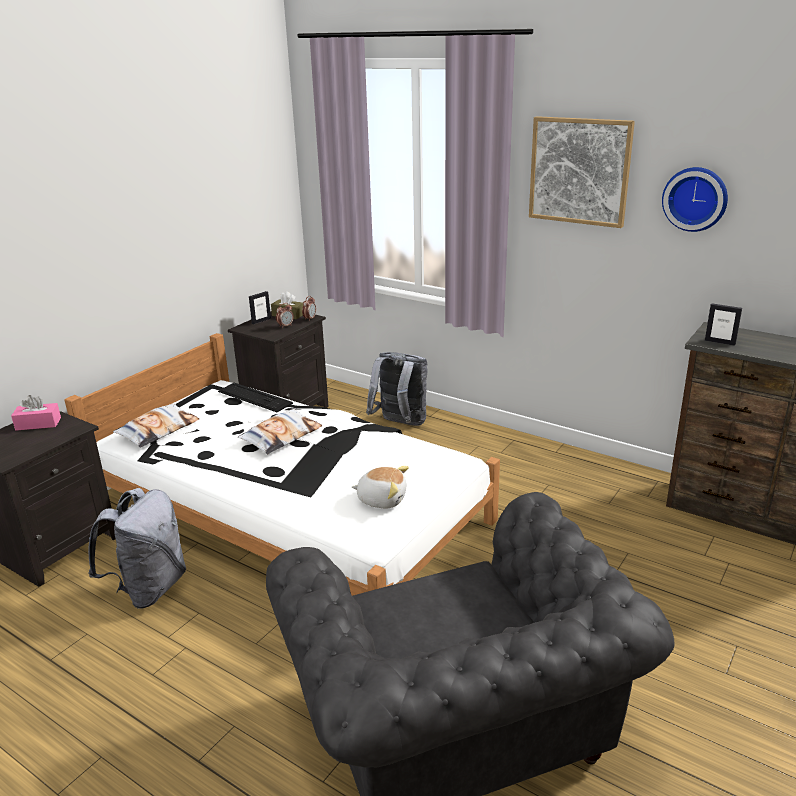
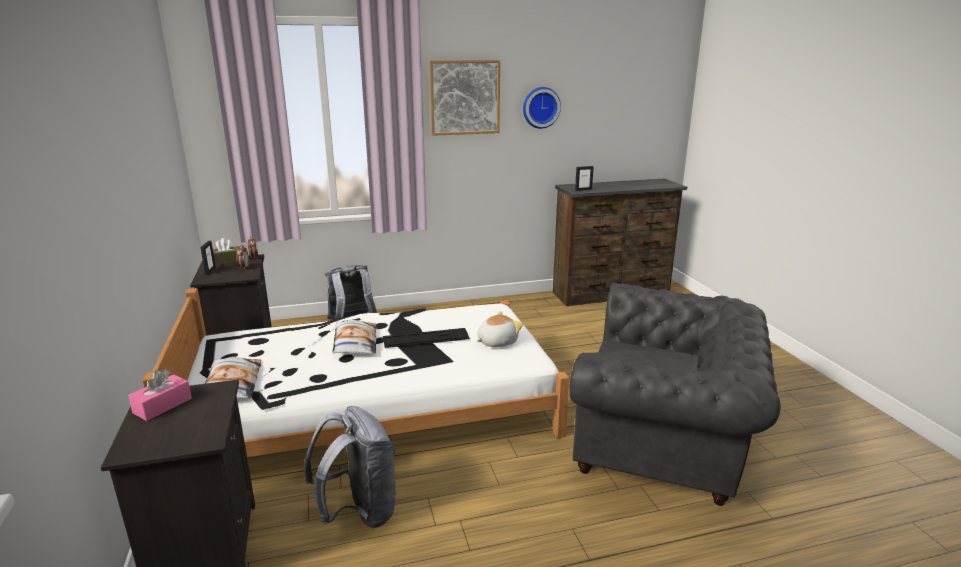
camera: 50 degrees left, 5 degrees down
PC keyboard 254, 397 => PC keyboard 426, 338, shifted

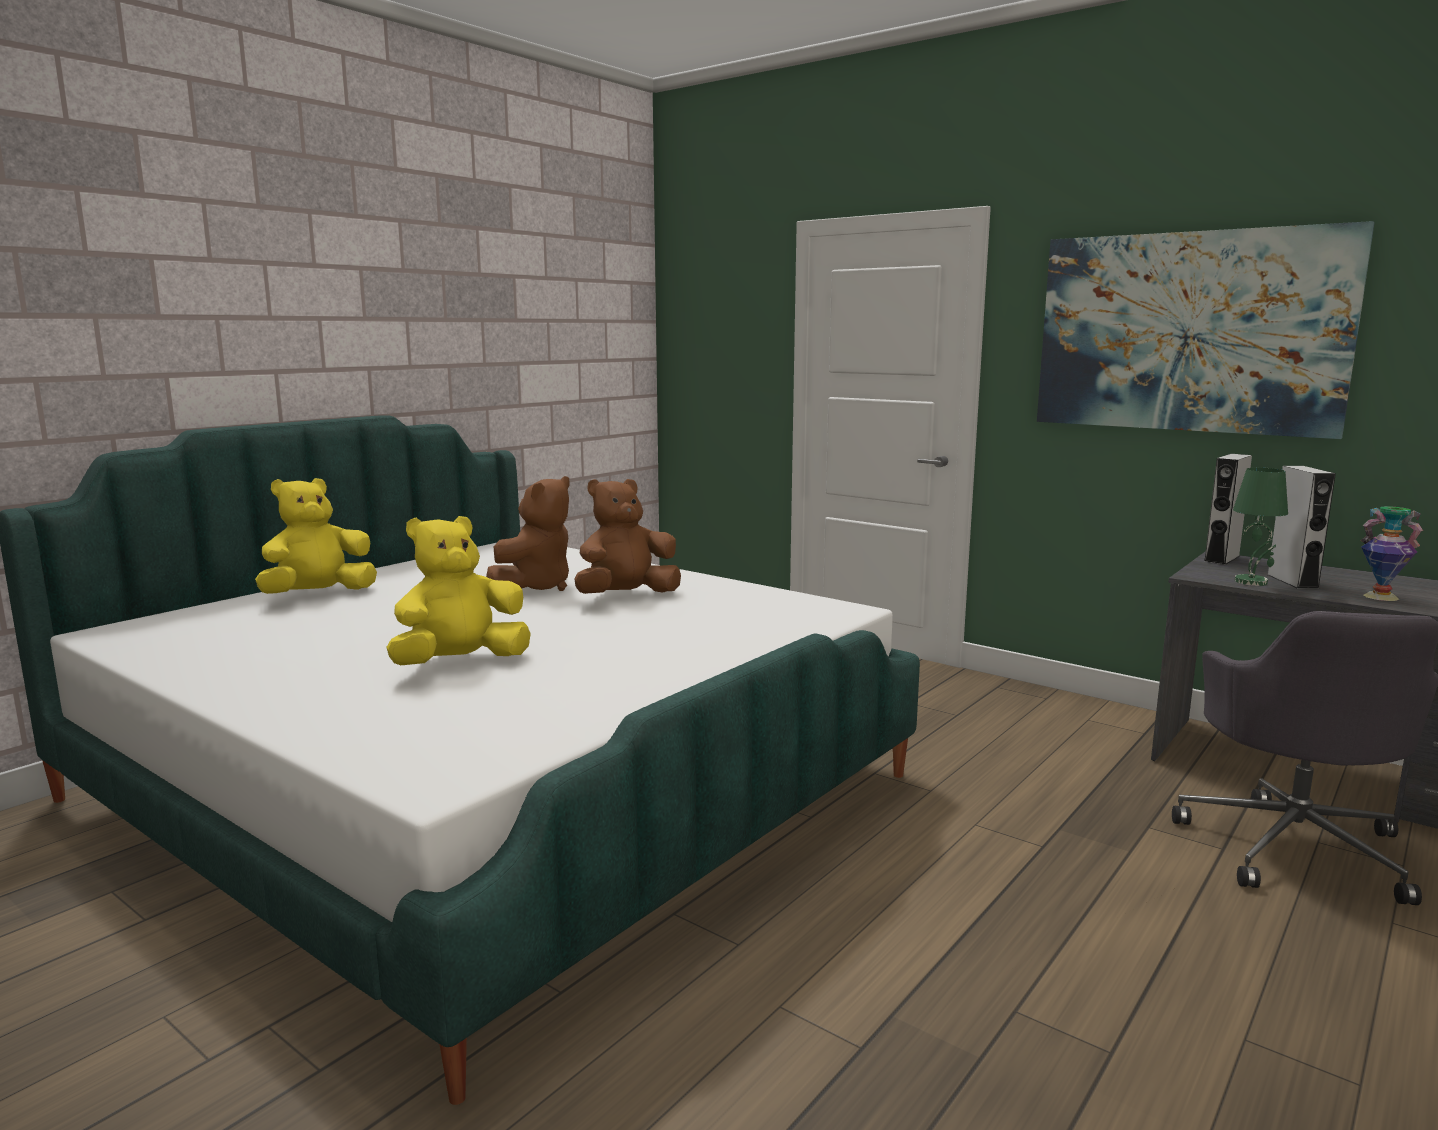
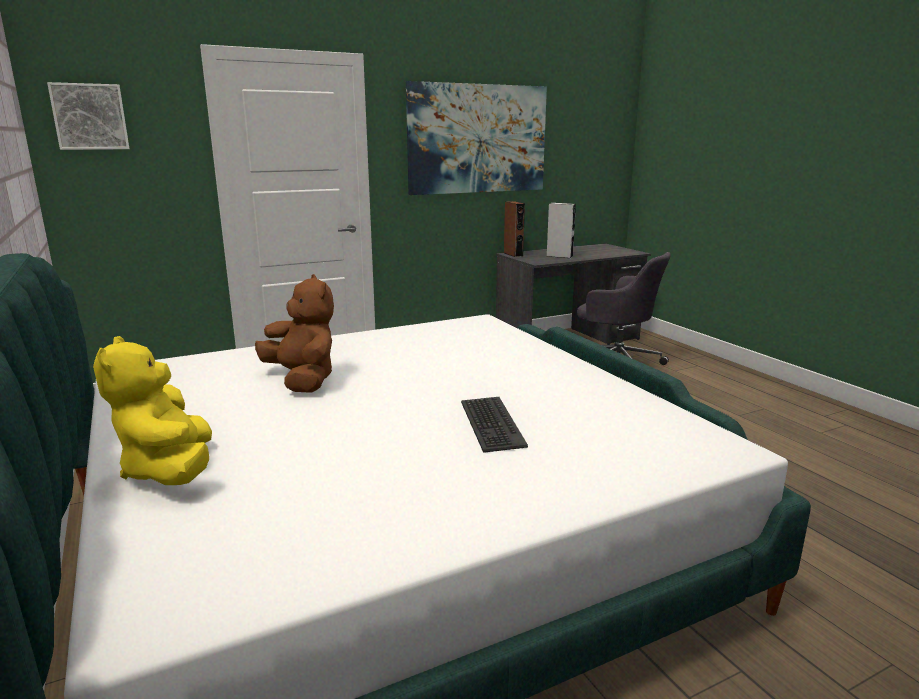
camera: 65 degrees left, 5 degrees up
nothing => picture 90, 117
yellow cuddly toy 460, 663 => PC keyboard 490, 424
greyish audio speaker 1221, 558 => brownish audio speaker 513, 254
brownish cuddly toy 626, 596 => nothing
greenish lamp for a table 1251, 582 => nothing
decorative vase 1380, 597 => nothing

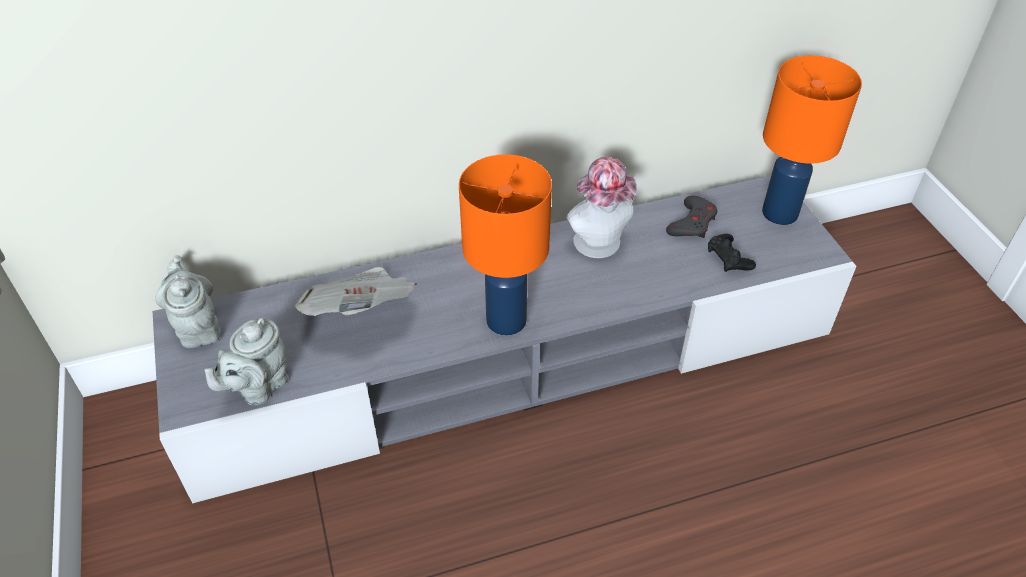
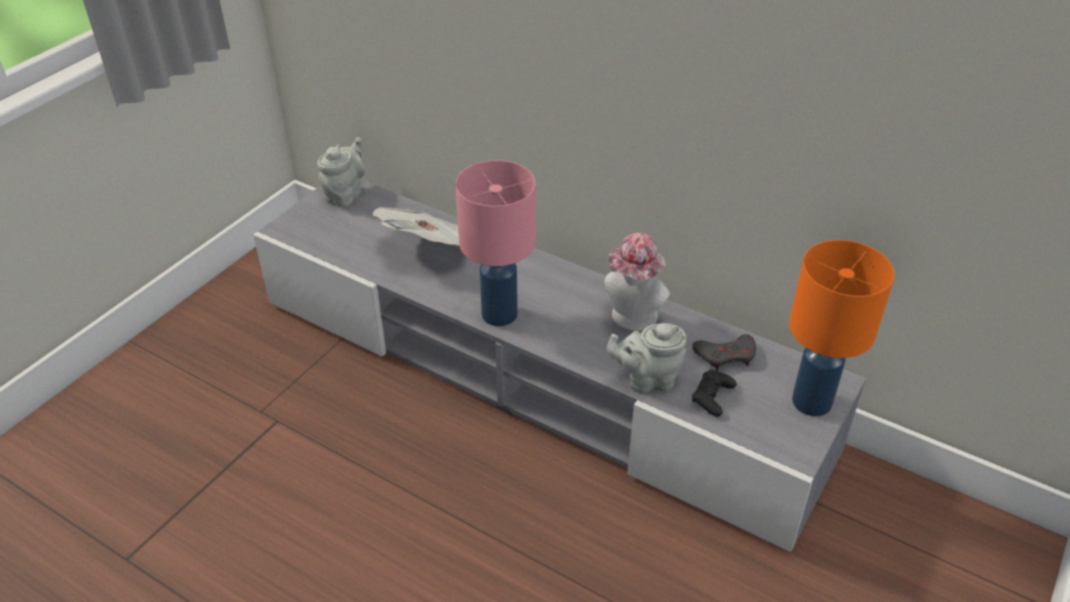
camera: 50 degrees right, 5 degrees down
orange-coloured lamp for a table 505, 319 => pink lamp for a table 500, 313
greyish tea pot 258, 387 => greyish tea pot 647, 380, shifted

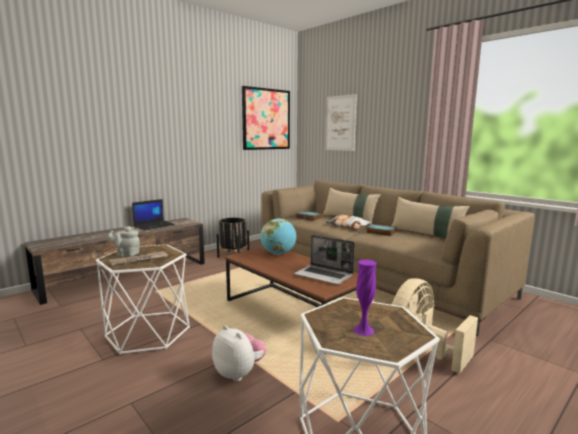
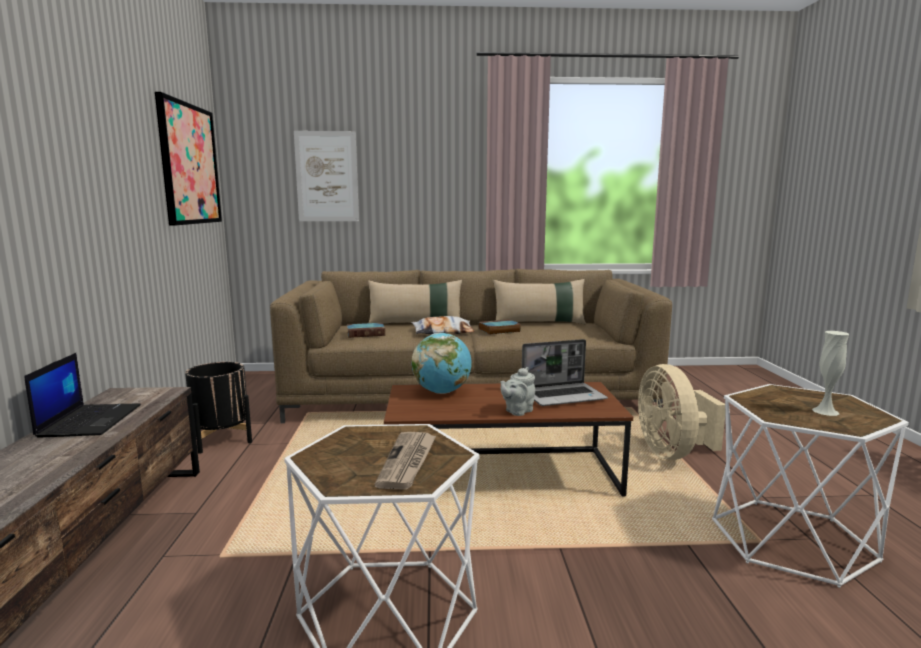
camera: 50 degrees left, 0 degrees up
greyish tea pot 126, 254 => greyish tea pot 517, 411, shifted
purplish decorative vase 363, 330 => whitish decorative vase 825, 411
cuddly toy 239, 373 => nothing

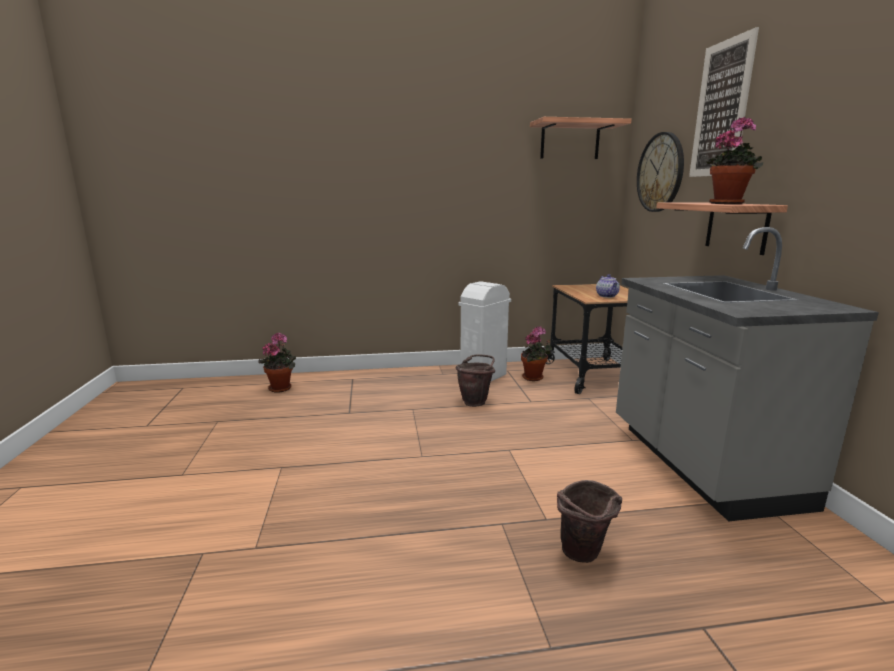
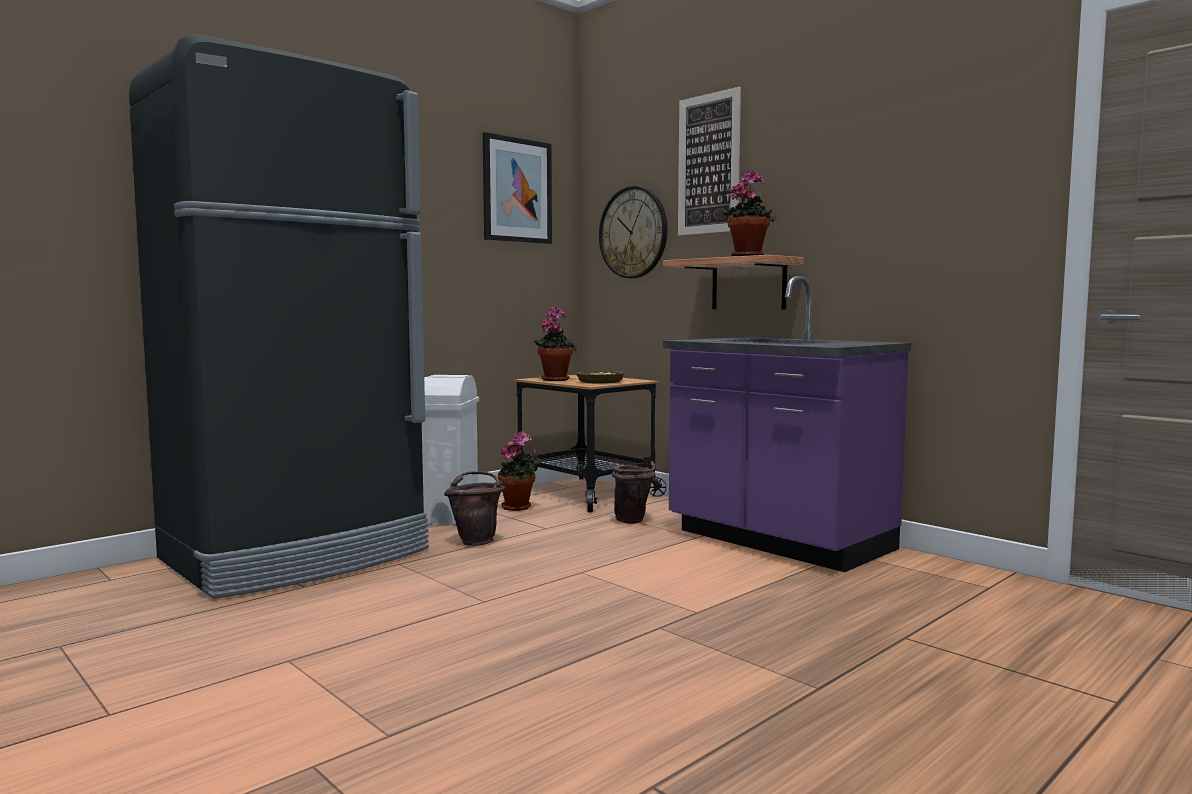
camera: 35 degrees left, 10 degrees down
nothing => blackish refrigerator 298, 556
bracket shelf 570, 141 => picture 517, 190
plant in a pot 281, 388 => plant in a pot 555, 379, shifted
tea pot 607, 296 => serving bowl 601, 382
brownish pail 584, 556 => brownish pail 634, 521, shifted
greyish counter 700, 465 => purplish counter 778, 541

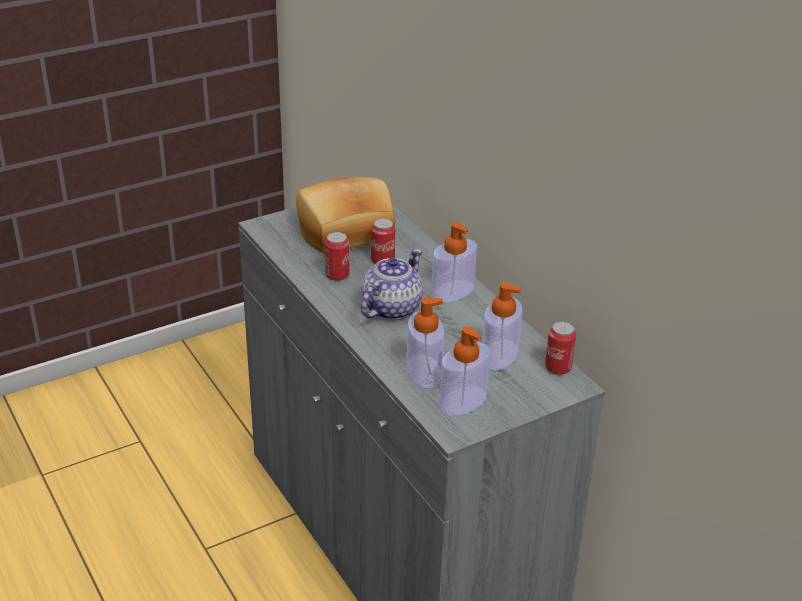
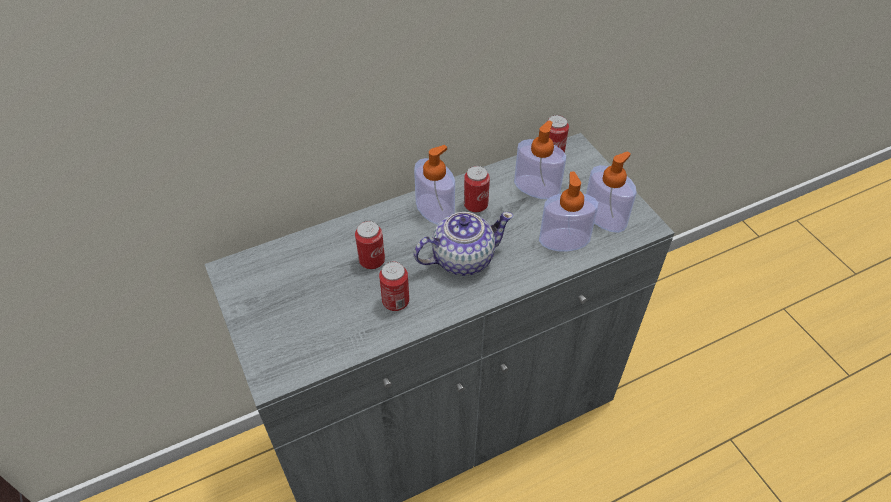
camera: 85 degrees left, 15 degrees up
tea pot 390, 308 => tea pot 462, 259, 120 degrees clockwise
nothing => sealed can 475, 205
bakery bread 346, 232 => nothing

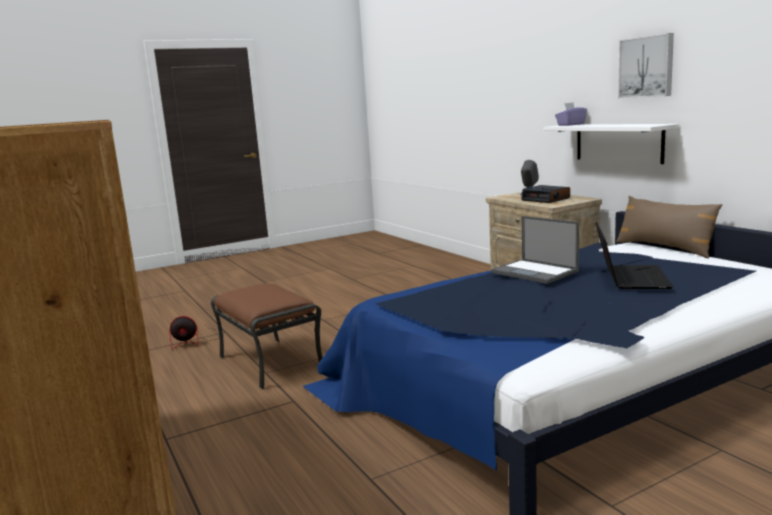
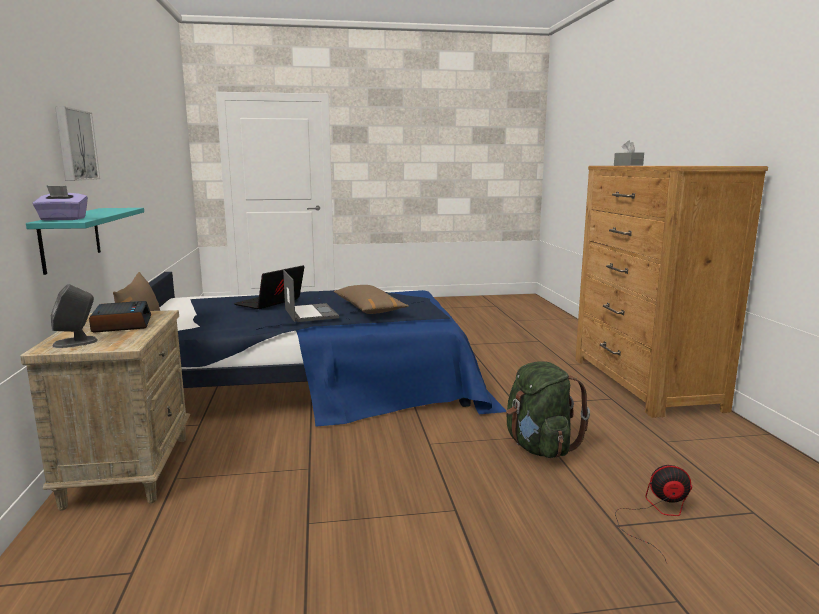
camera: 160 degrees left, 0 degrees up
whitish bracket shelf 618, 142 => blue-green bracket shelf 71, 238
nothing => brownish throw pillow 369, 309
brownish footrest 269, 362 => greenish rucksack 539, 447
nothing => greyish box of tissues 628, 165

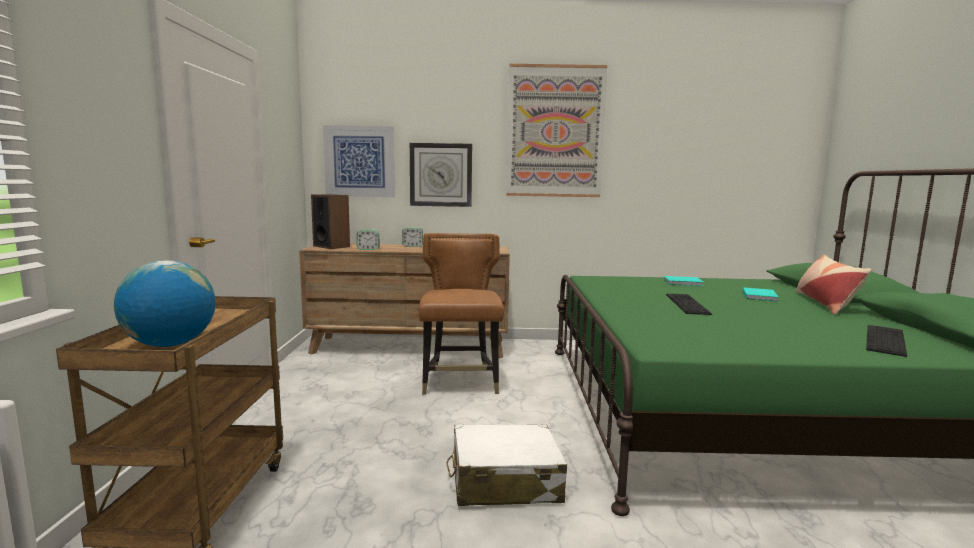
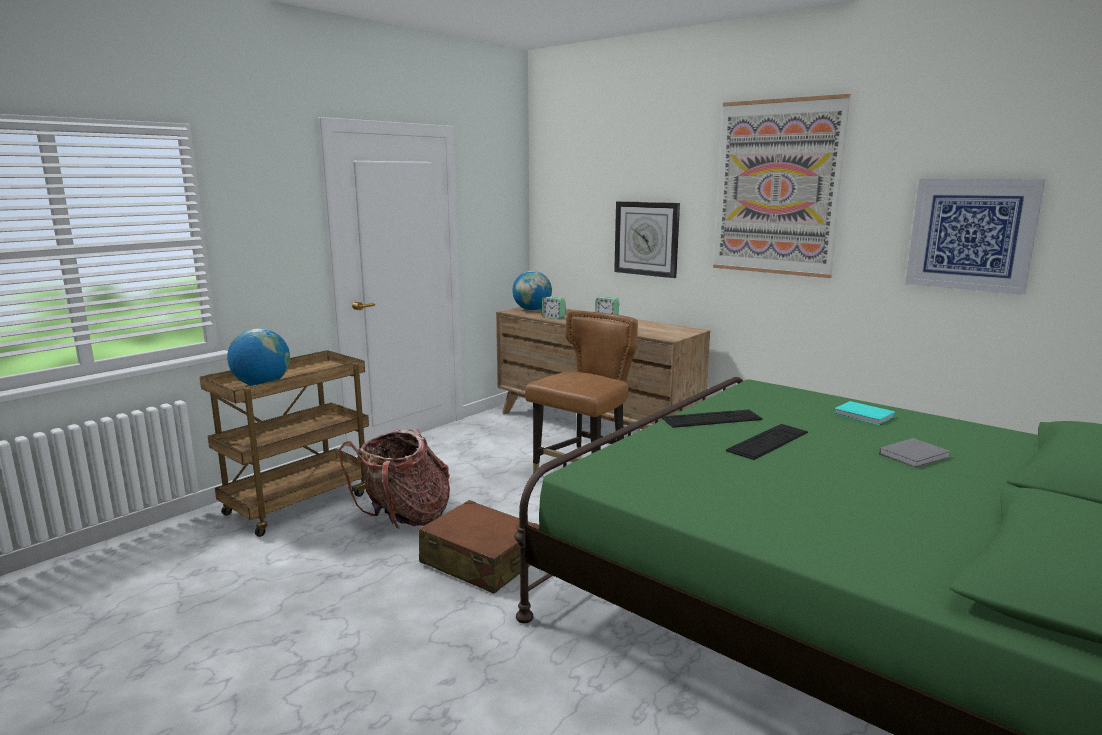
camera: 40 degrees right, 5 degrees up
nothing => rucksack 404, 518
whitish piece of luggage 504, 481 => brownish piece of luggage 480, 562
audio speaker 331, 246 => desk globe 532, 310
PC keyboard 885, 340 => PC keyboard 712, 419, shifted
blue-green volume 760, 296 => greyish volume 915, 455
picture 359, 161 => picture 971, 235, shifted
throw pillow 826, 303 => nothing

